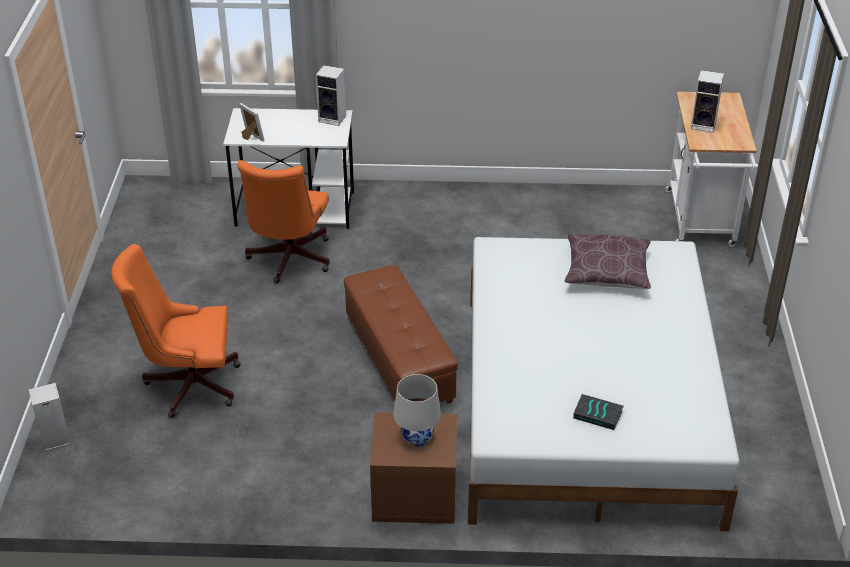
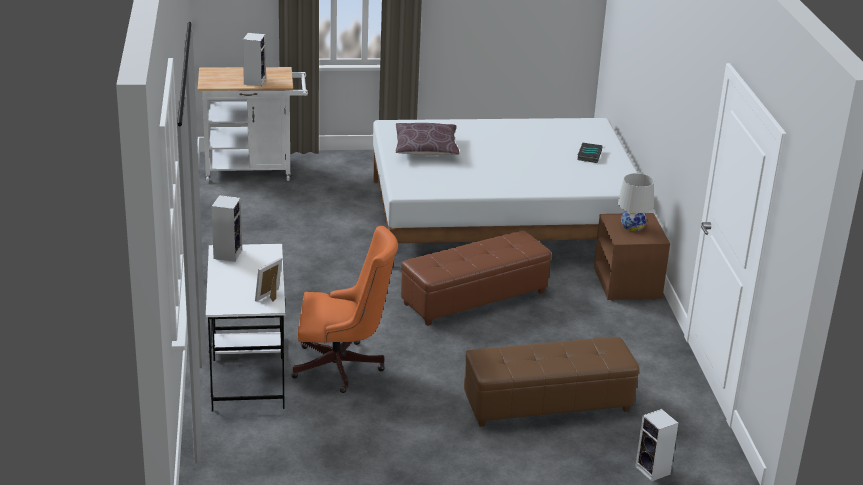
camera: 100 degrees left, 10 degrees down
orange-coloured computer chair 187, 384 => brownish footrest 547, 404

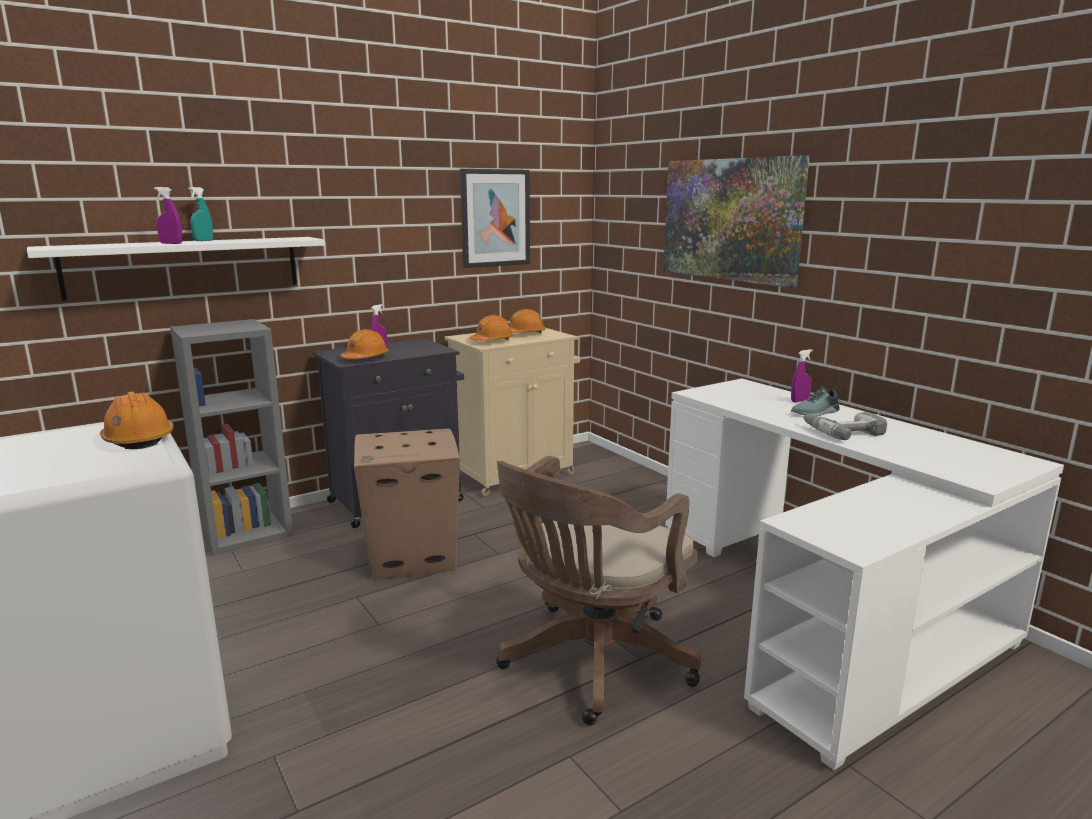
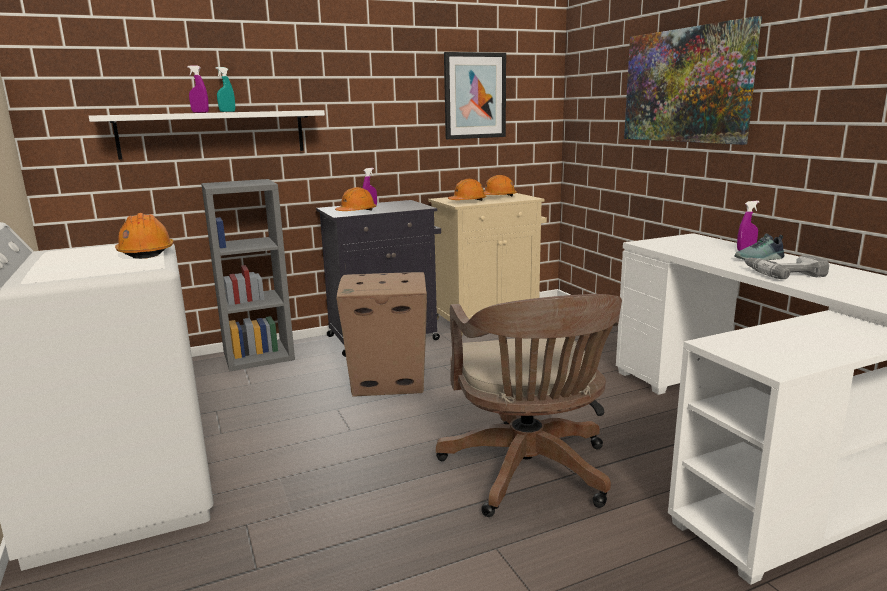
camera: 10 degrees right, 0 degrees up
brownish computer chair 591, 663 => brownish computer chair 529, 474, 60 degrees counterclockwise

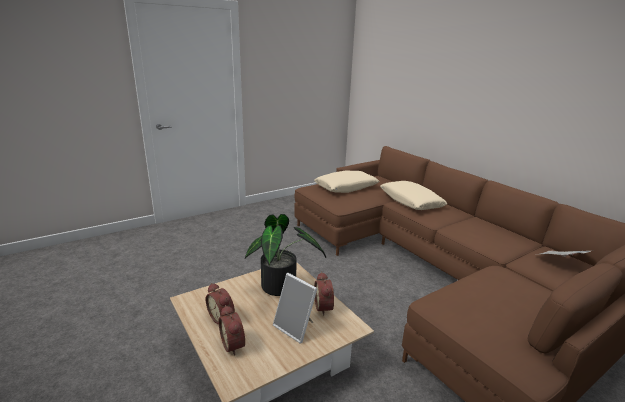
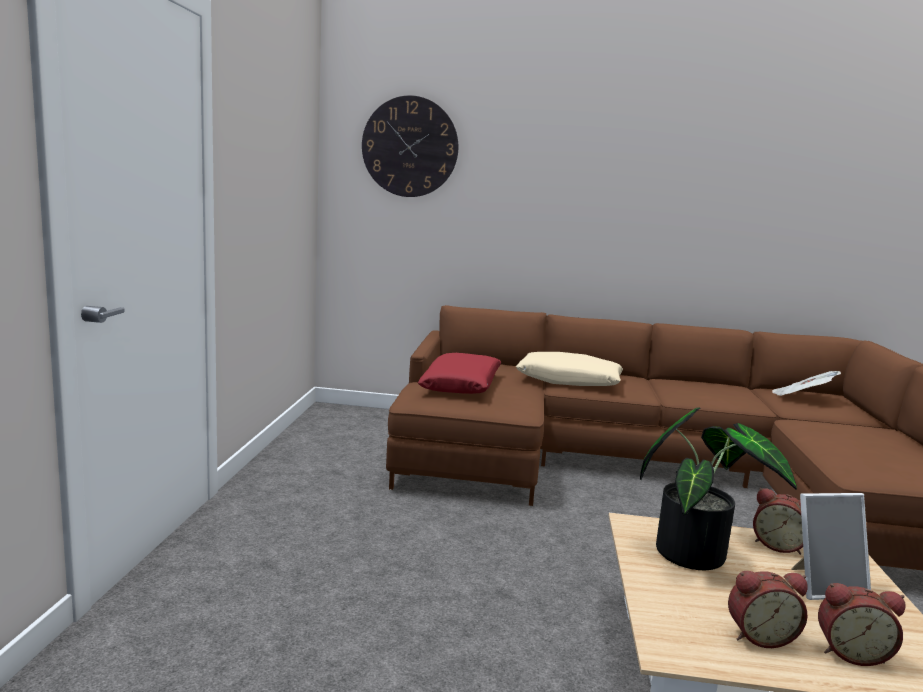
camera: 50 degrees left, 10 degrees down
nothing => hanging clock 410, 147
beige-coloured throw pillow 346, 187 => red-coloured throw pillow 461, 385

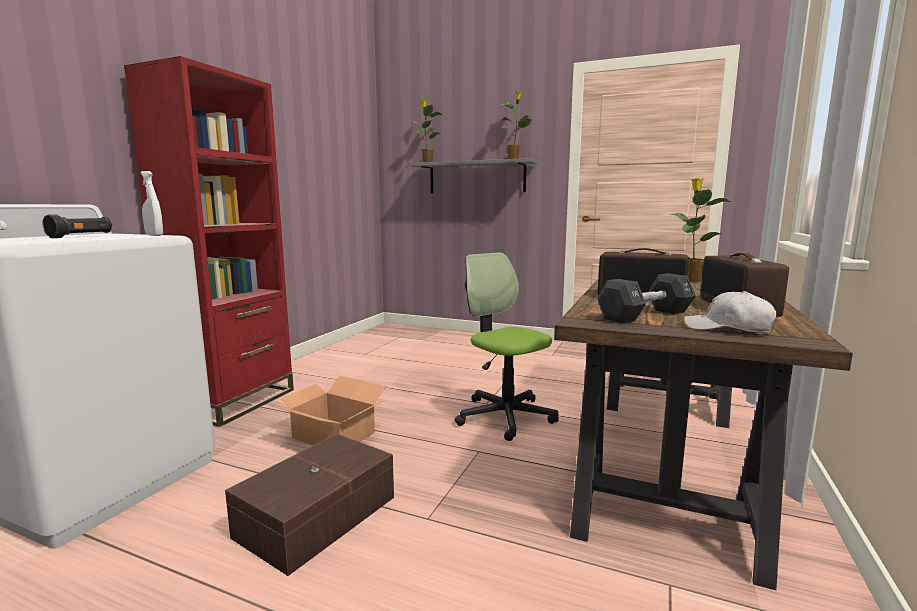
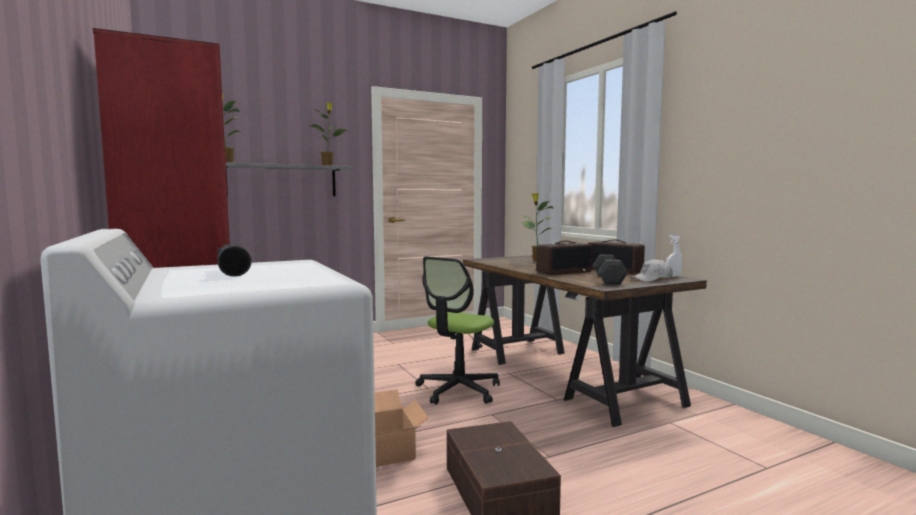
camera: 50 degrees left, 5 degrees down
computer chair 505, 416 => computer chair 458, 390, 60 degrees counterclockwise
whitish hand sprayer 154, 235 => whitish hand sprayer 673, 276, shifted

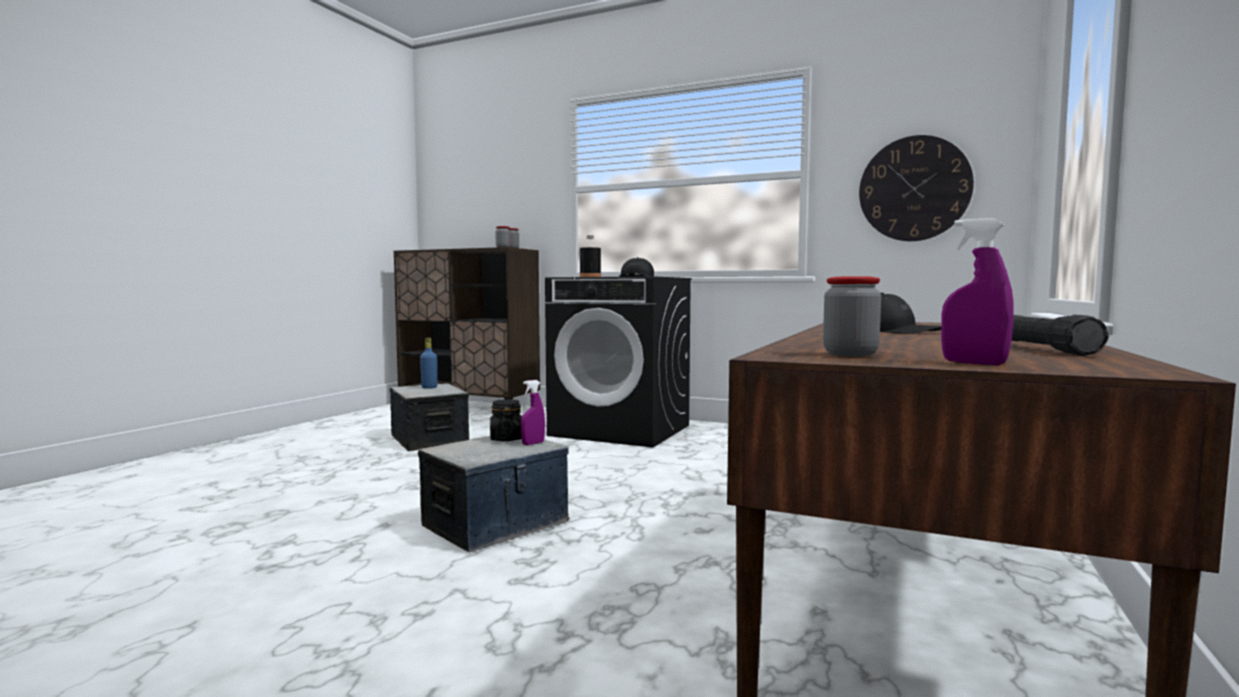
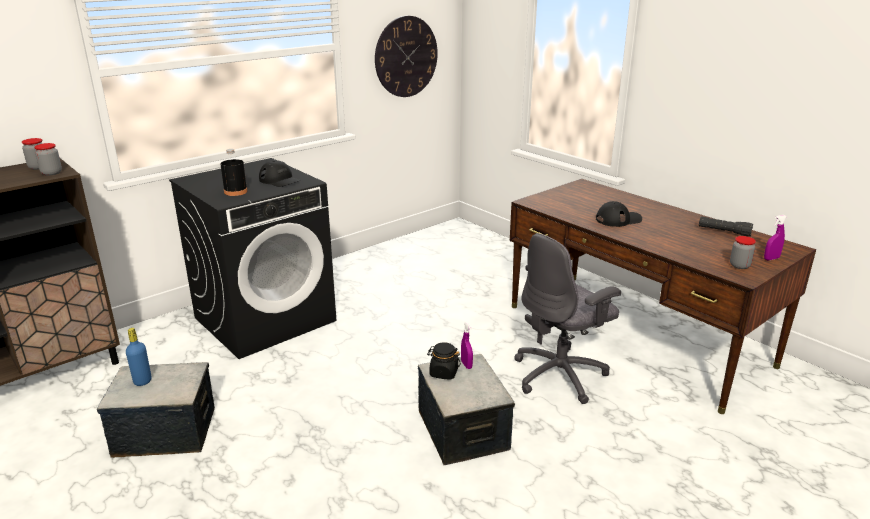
camera: 65 degrees left, 20 degrees up
nothing => greyish computer chair 560, 375

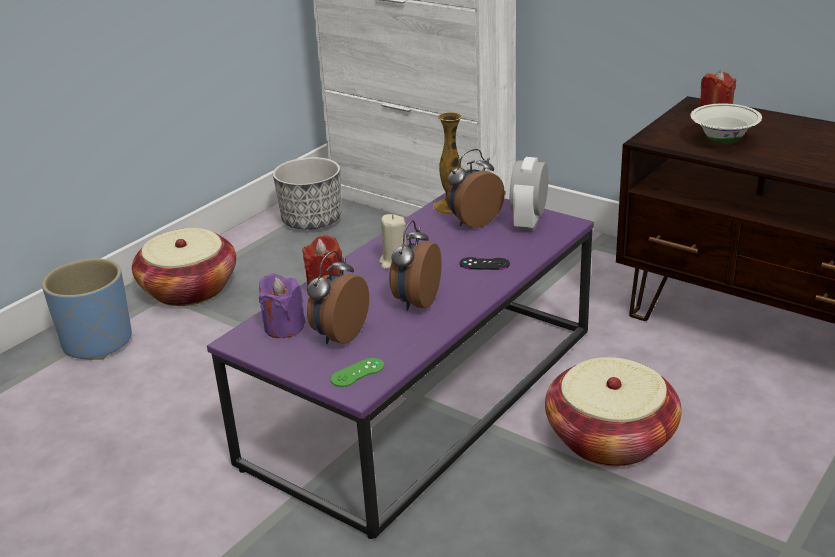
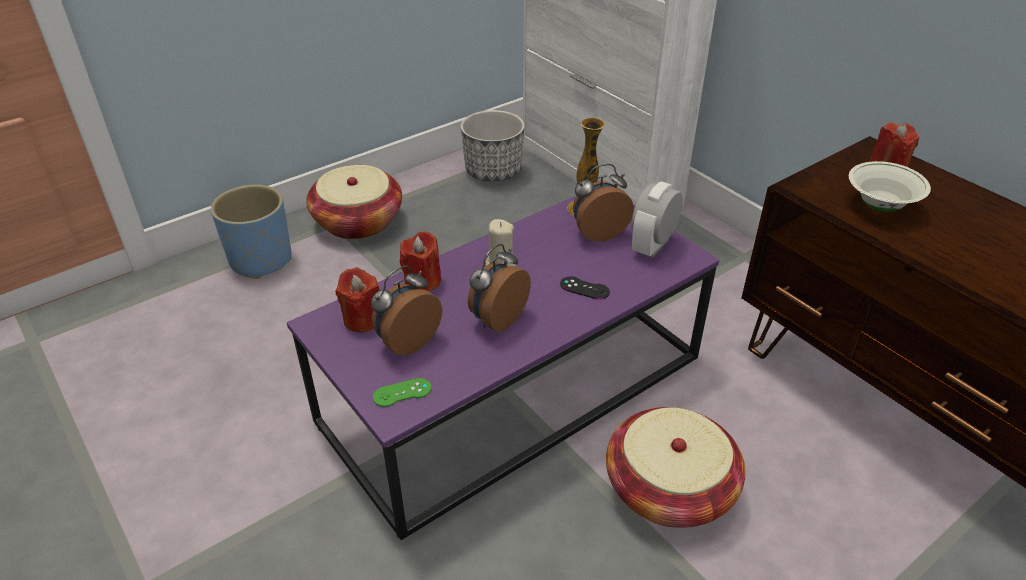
camera: 15 degrees right, 10 degrees up
purplish wax candle 284, 327 => red-coloured wax candle 362, 319

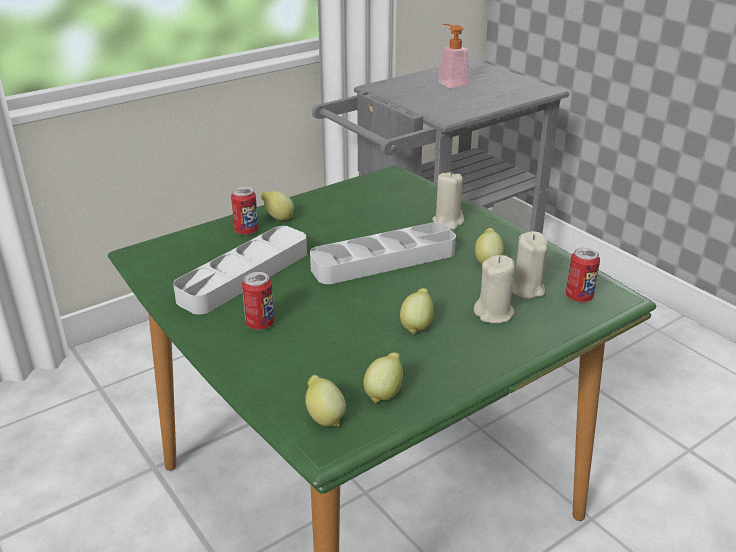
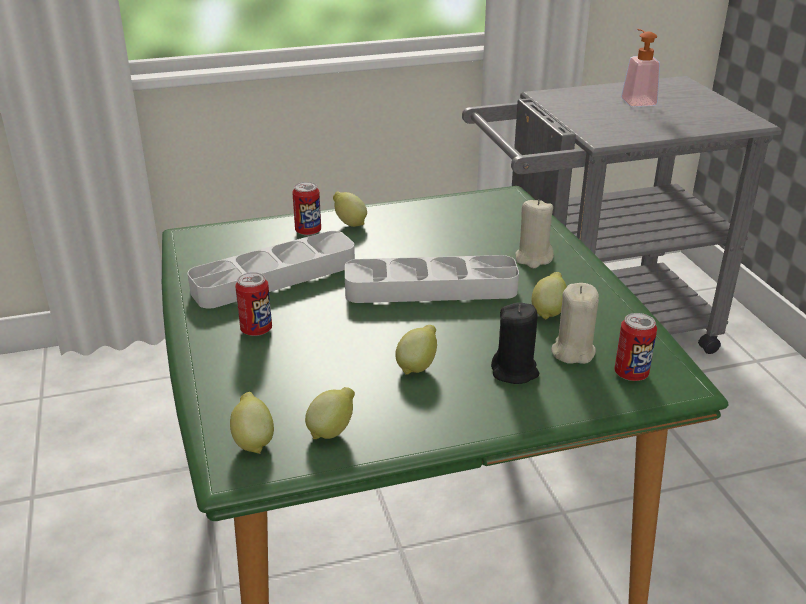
camera: 20 degrees right, 0 degrees up
beige-coloured wax candle 494, 313 => blackish wax candle 515, 371

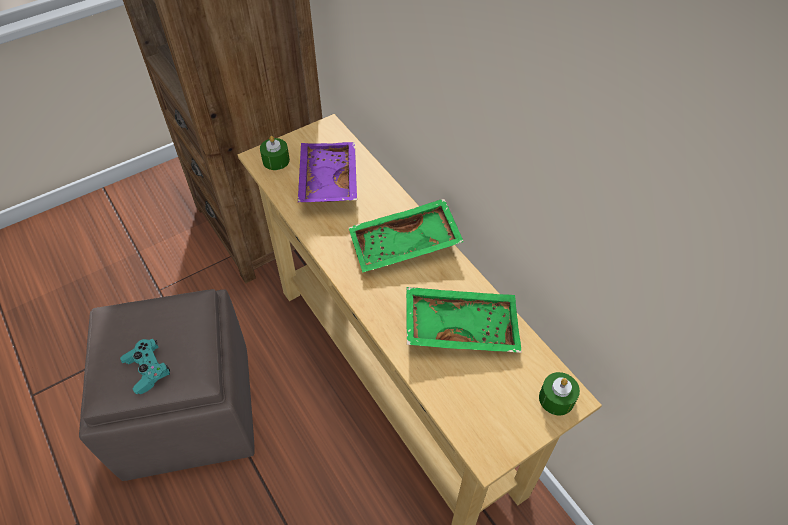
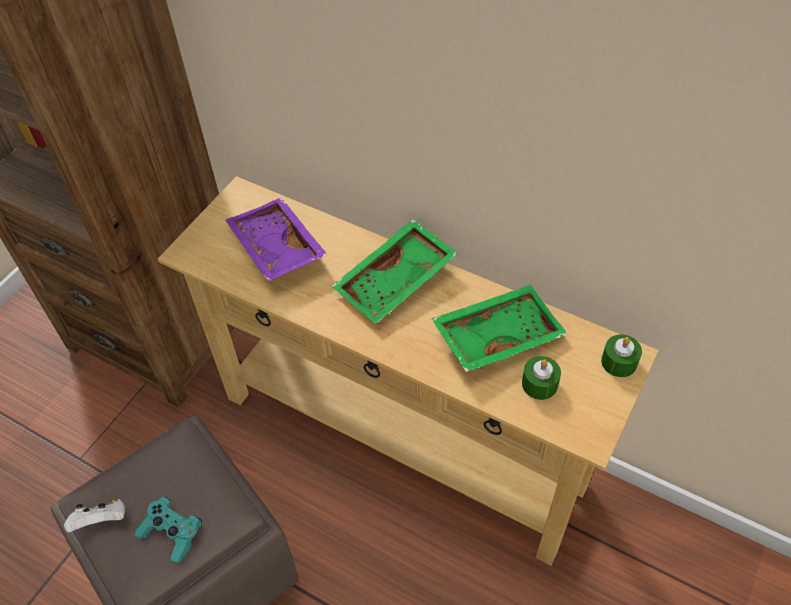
camera: 25 degrees left, 0 degrees up
nothing => whitish game controller 102, 521
greenish wax candle 276, 160 => greenish wax candle 539, 384, shifted

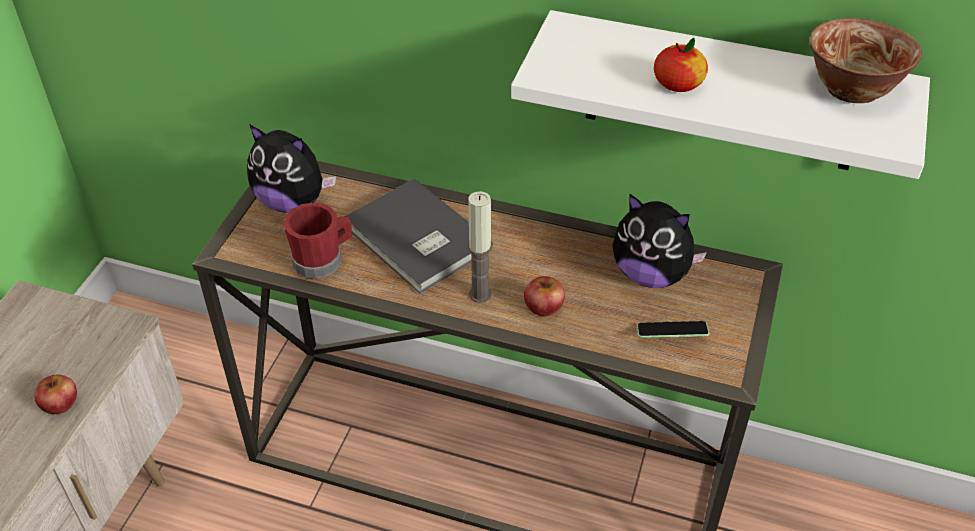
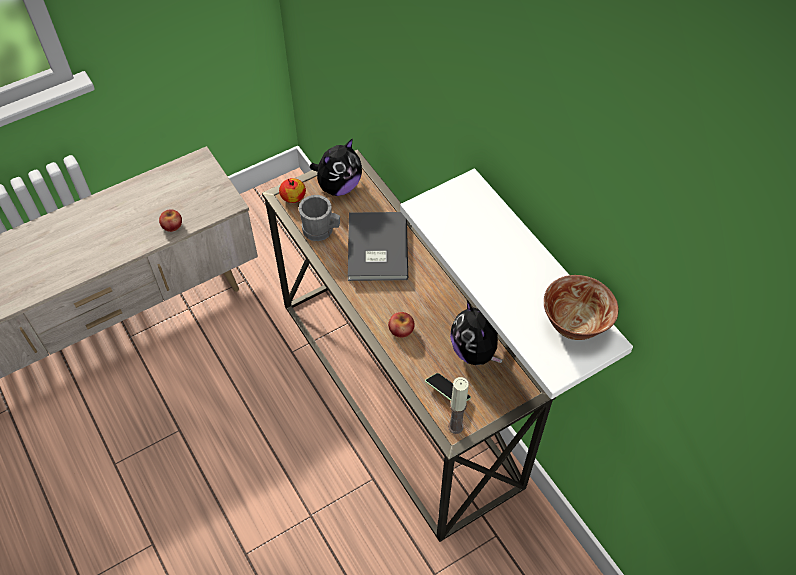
camera: 40 degrees right, 10 degrees up
whole apple 678, 84 => whole apple 293, 197, shifted
red-coloured coffee mug 323, 259 => greyish coffee mug 321, 230
cuddly toy 292, 202 => cuddly toy 338, 186, 105 degrees counterclockwise
wax candle 480, 294 => wax candle 455, 426, shifted

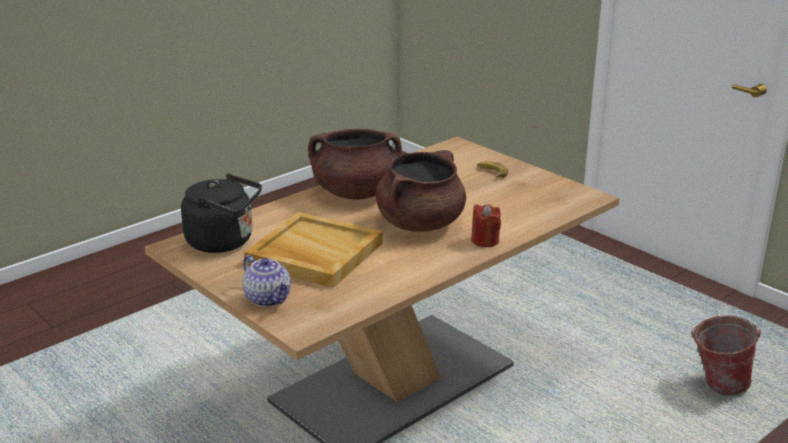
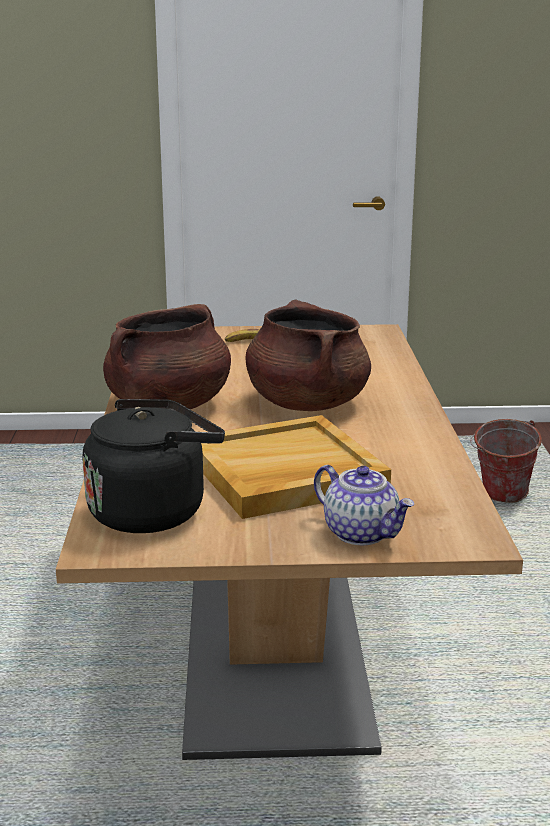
camera: 50 degrees left, 5 degrees down
tea pot 268, 299 => tea pot 362, 533, 45 degrees clockwise
red-coloured wax candle 485, 240 => nothing

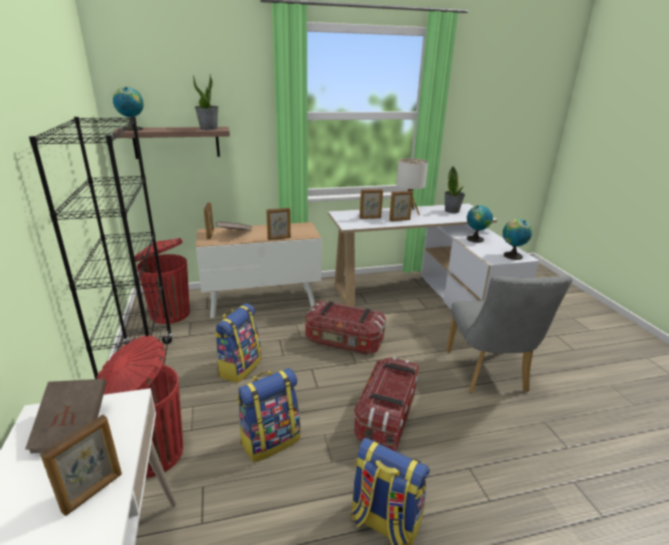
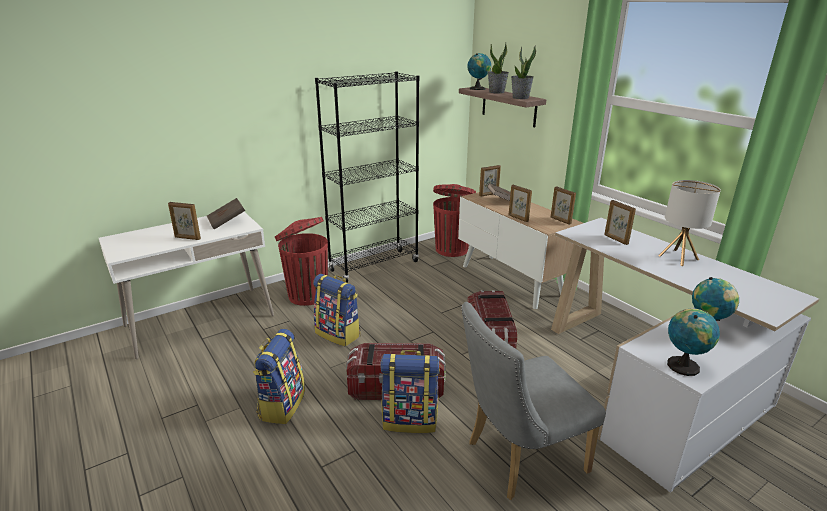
camera: 70 degrees right, 0 degrees up
rucksack 239, 367 => rucksack 410, 420, shifted
plant in a pot 452, 211 => plant in a pot 497, 92, shifted
standing frame 400, 220 => standing frame 560, 220, shifted

